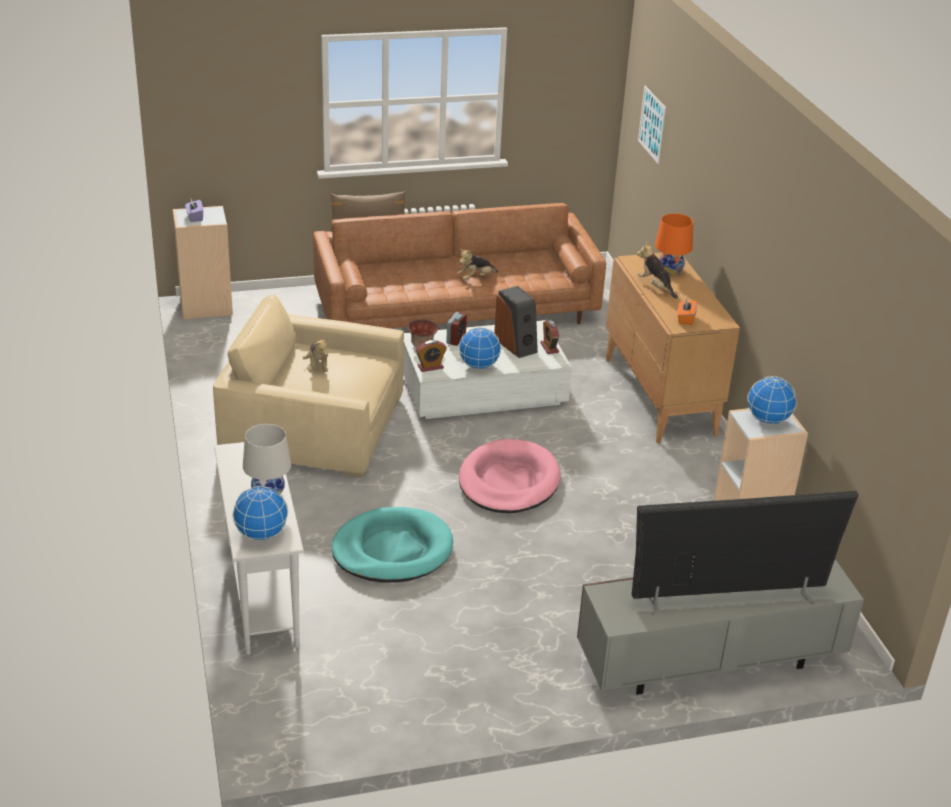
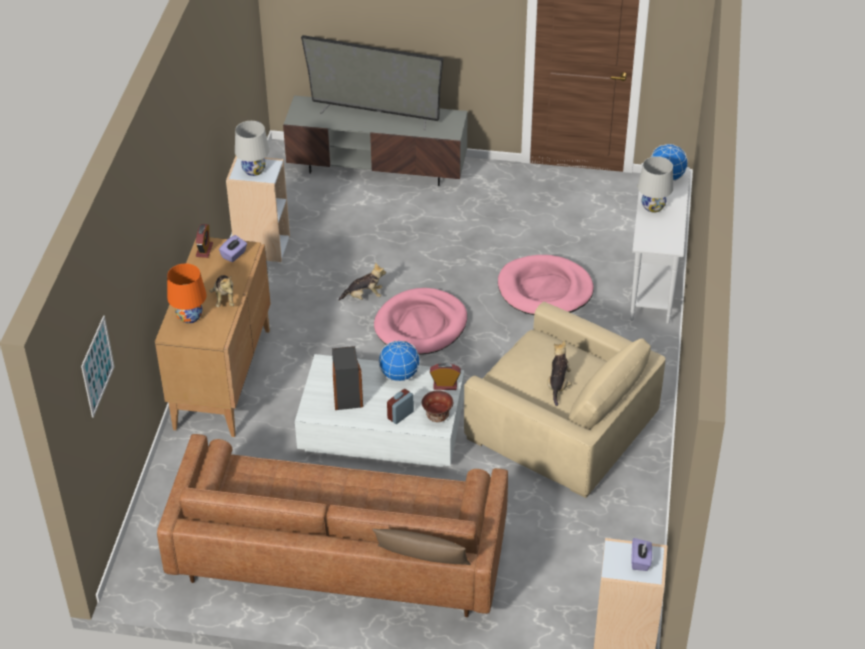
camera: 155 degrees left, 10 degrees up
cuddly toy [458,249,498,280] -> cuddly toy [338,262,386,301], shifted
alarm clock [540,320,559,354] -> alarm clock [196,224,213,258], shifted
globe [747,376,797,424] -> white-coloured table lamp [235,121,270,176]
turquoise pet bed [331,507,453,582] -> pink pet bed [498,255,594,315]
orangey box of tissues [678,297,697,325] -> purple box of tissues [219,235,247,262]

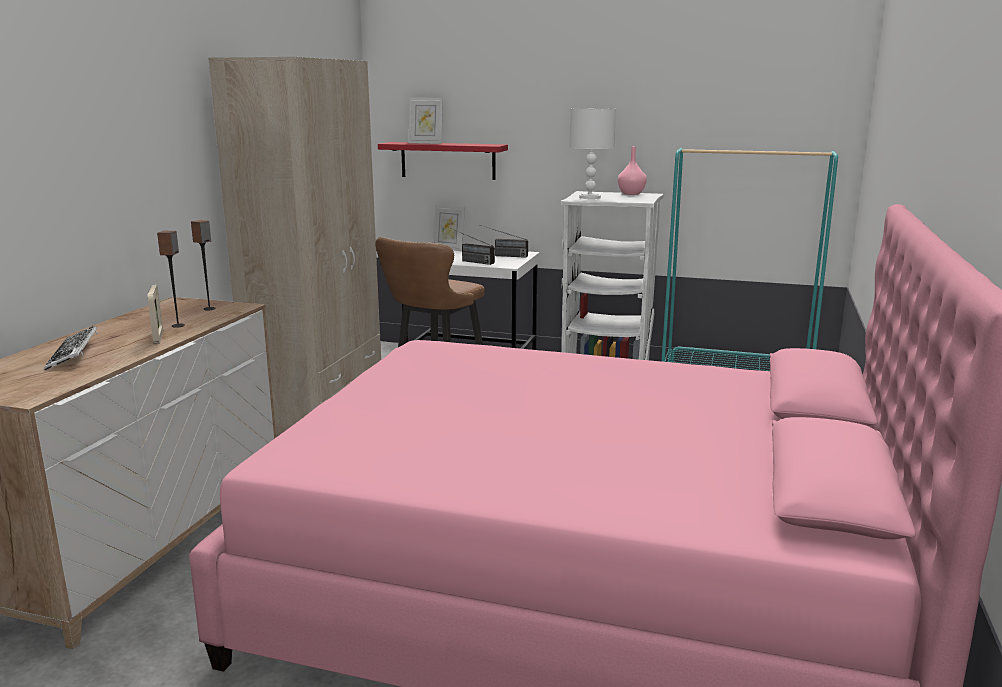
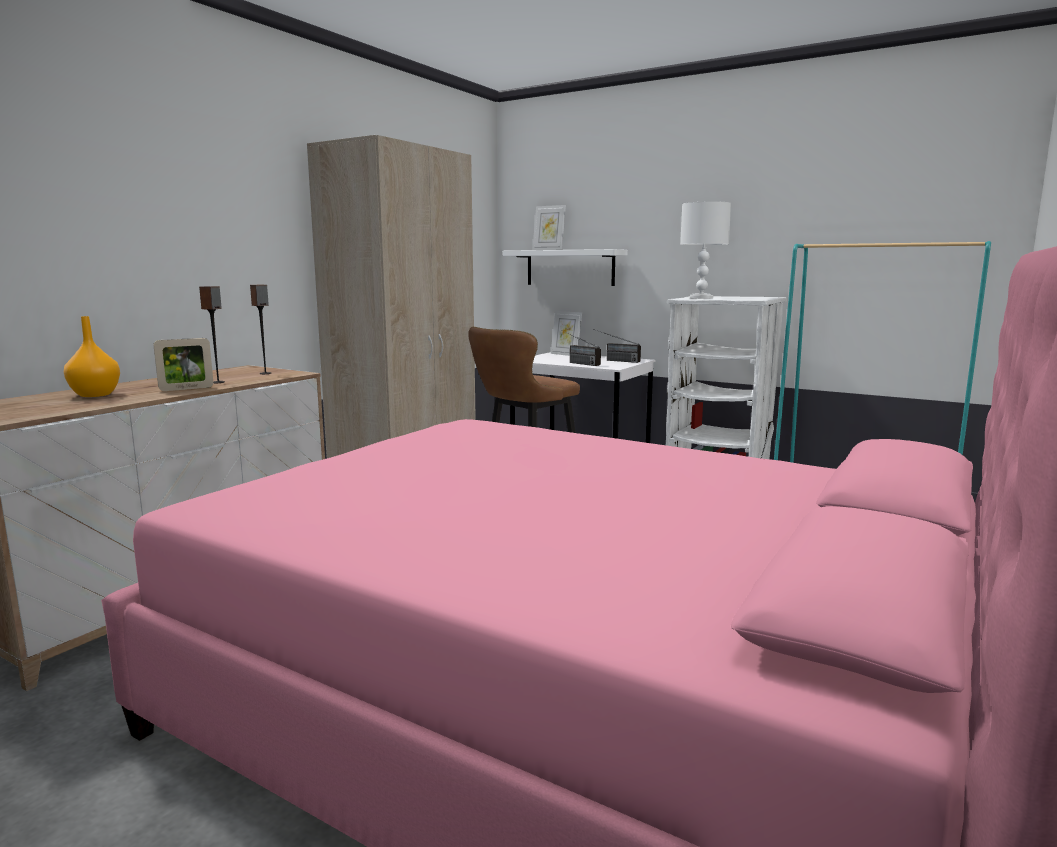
camera: 15 degrees right, 5 degrees down
pink vase [618,146,647,195] -> none
PC keyboard [44,326,97,370] -> orangey vase [64,316,120,397]
reddish shelf [378,142,508,180] -> white-coloured shelf [503,249,628,286]
standing frame [147,285,163,344] -> standing frame [154,338,213,391], 60 degrees clockwise

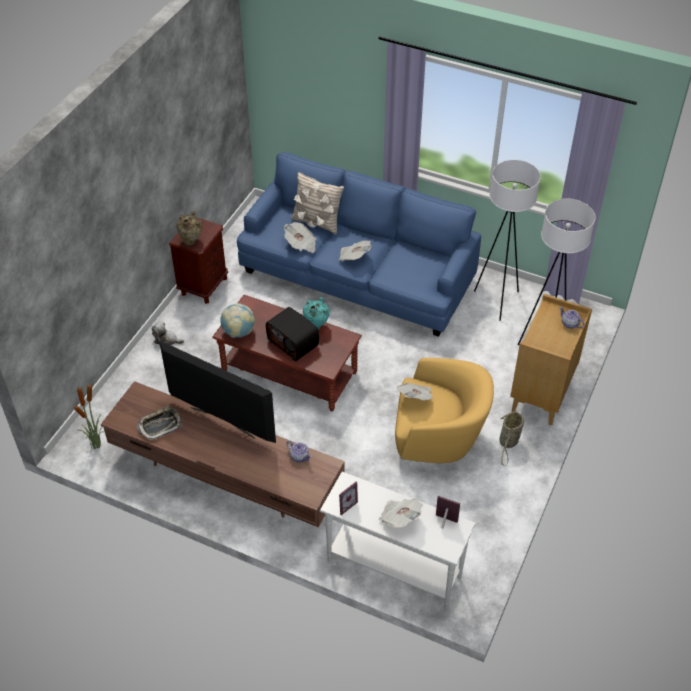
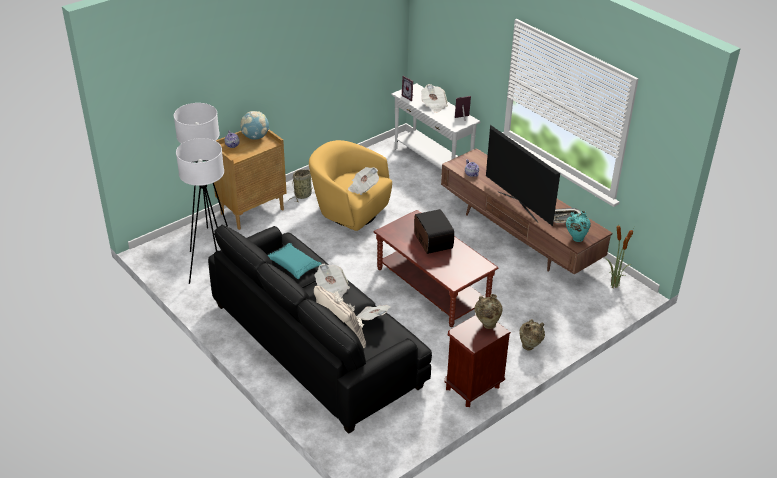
camera: 155 degrees left, 10 degrees down
none -> turquoise throw pillow [268,243,321,279]
globe [220,303,255,338] -> globe [240,111,269,140], shifted
turquoise vase [303,297,330,330] -> turquoise vase [566,211,591,242], shifted
cuddly toy [152,321,184,345] -> sand-coloured vase [520,319,545,350]
blue-coloured settee [237,152,481,337] -> blackish settee [208,225,432,434]

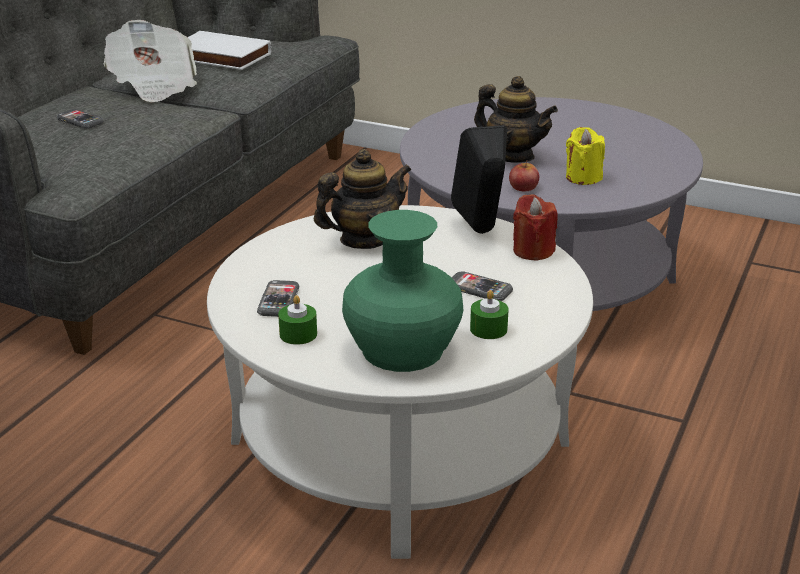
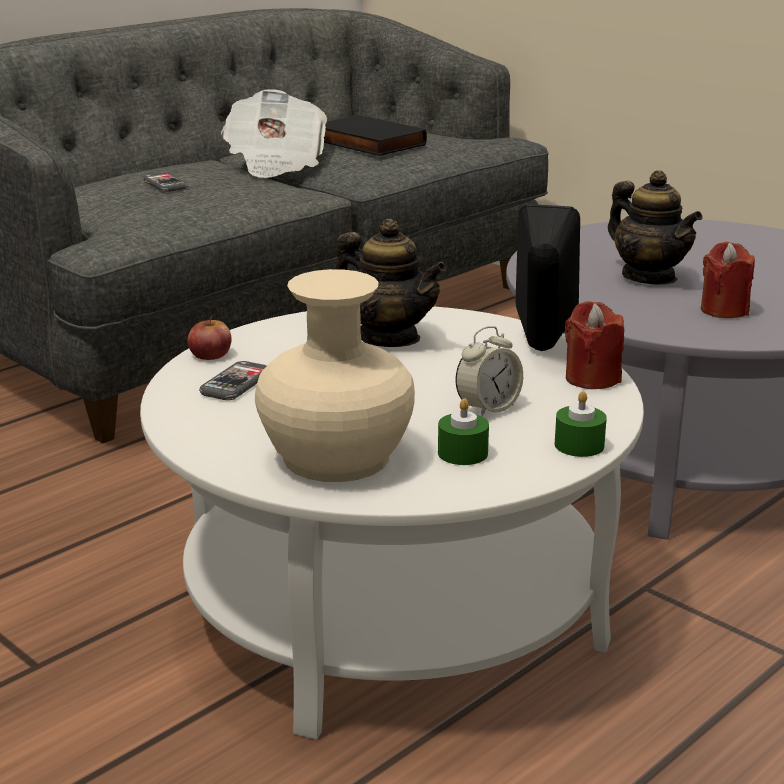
camera: 20 degrees right, 5 degrees down
green candle [278,295,317,345] -> green candle [555,391,607,457], shifted
whole apple [509,161,539,191] -> whole apple [188,316,231,360], shifted
phone [452,271,513,301] -> alarm clock [455,326,523,416]
white-coloured volume [187,31,271,70] -> blackish volume [324,114,427,156]
green vase [342,210,464,372] -> sand-coloured vase [255,269,415,482]
yellow candle [566,127,605,185] -> reddish candle [701,242,755,318]
tea pot [314,149,412,249] -> tea pot [336,219,446,347], 45 degrees clockwise

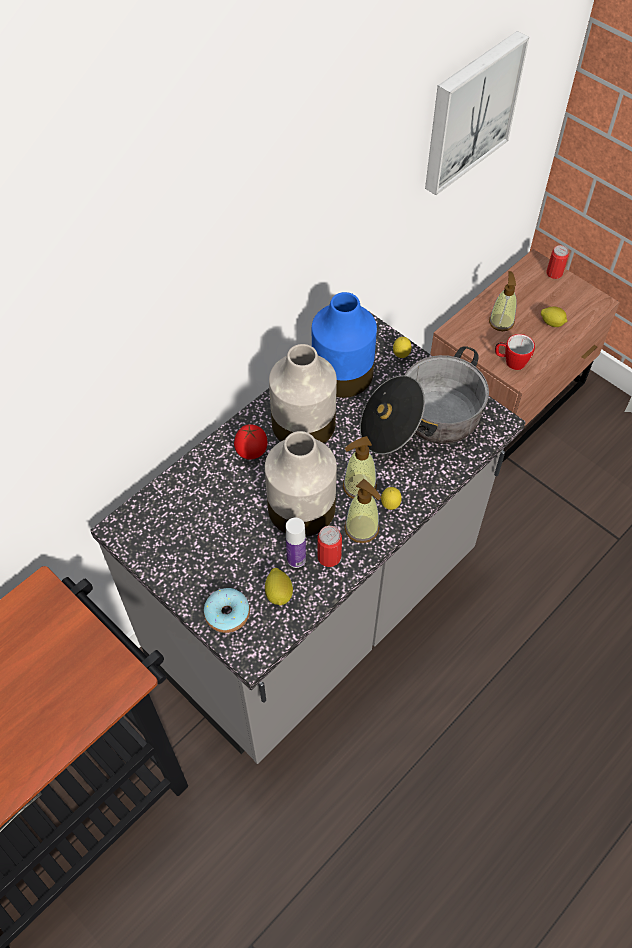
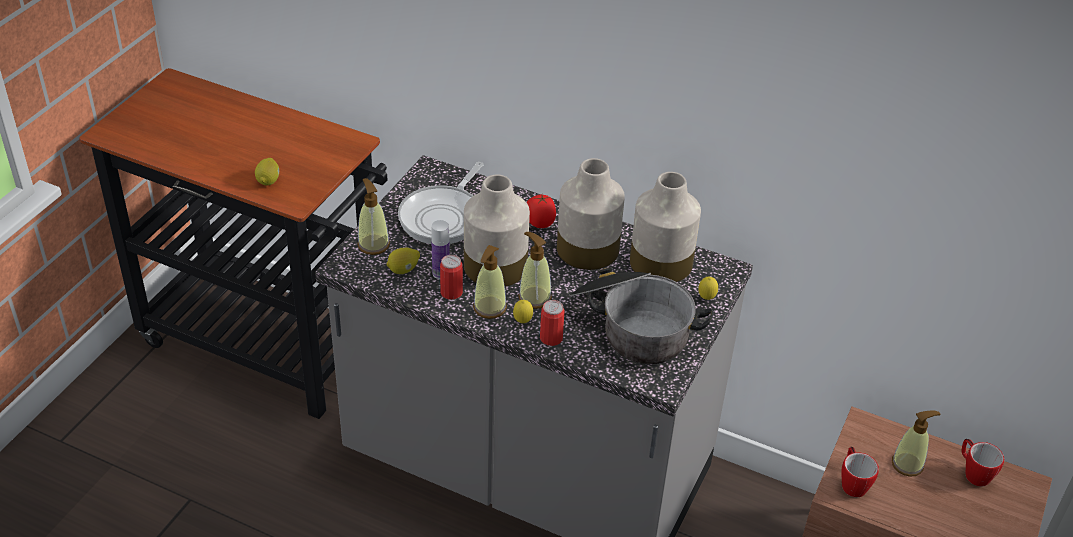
camera: 70 degrees right, 15 degrees down
wall art [425,31,529,195] -> none
none -> pan [398,162,484,244]
none -> tea mug [962,439,1004,487]
lemon [541,307,567,327] -> lemon [255,158,279,186], shifted
can [546,245,569,279] -> can [540,300,565,346], shifted
doughnut [204,588,250,633] -> soap bottle [357,178,390,255]
blue-coloured vase [312,292,377,398] -> sand-coloured vase [630,172,701,282]

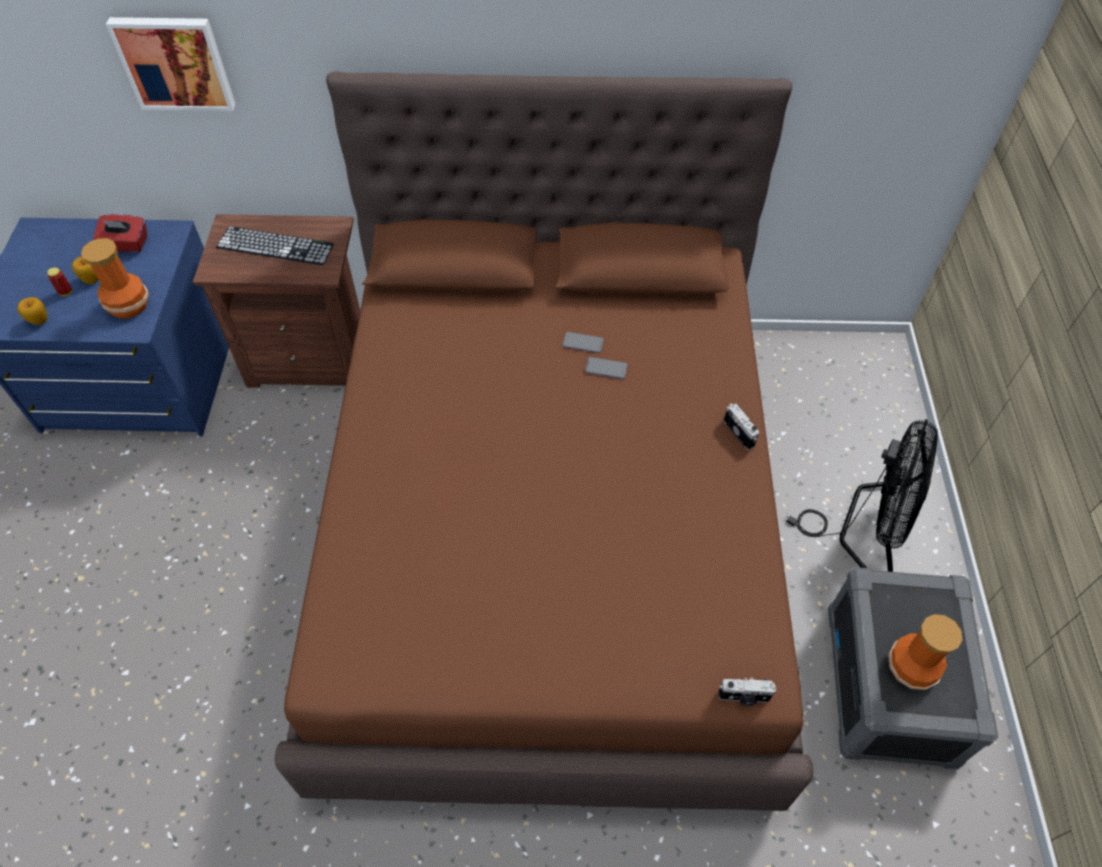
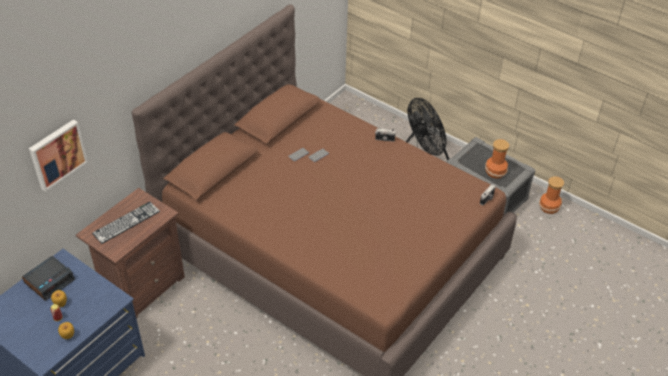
camera: 55 degrees left, 10 degrees down
vase [81,238,149,318] -> vase [539,177,564,214], shifted
reddish box of tissues [93,214,147,252] -> alarm clock [22,256,75,301]

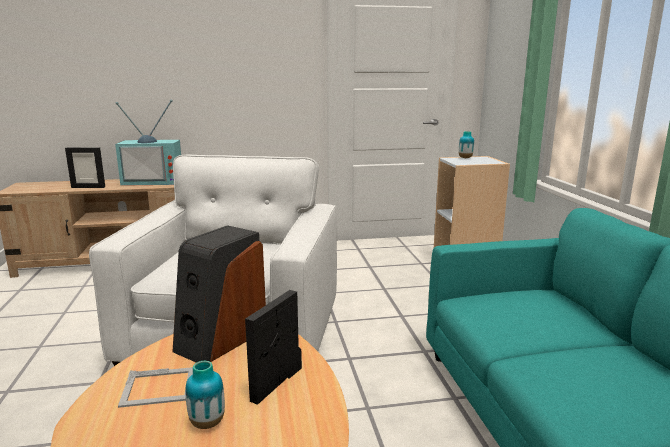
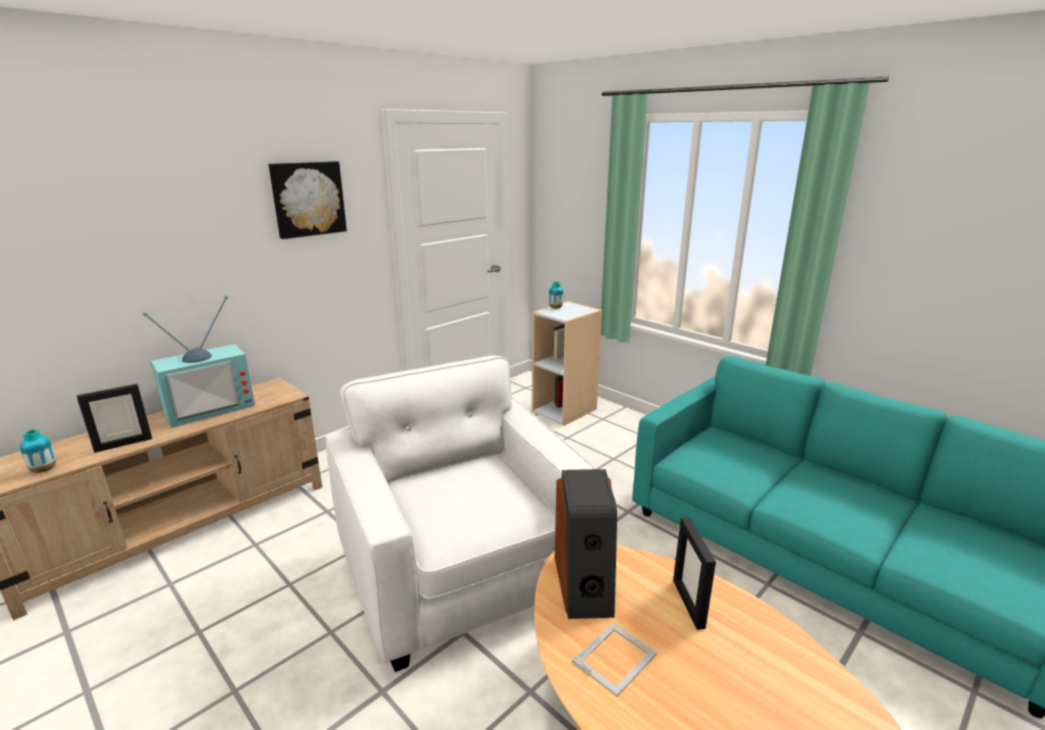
camera: 35 degrees left, 5 degrees up
none -> wall art [269,161,347,239]
vase [186,361,225,429] -> vase [20,429,56,473], shifted

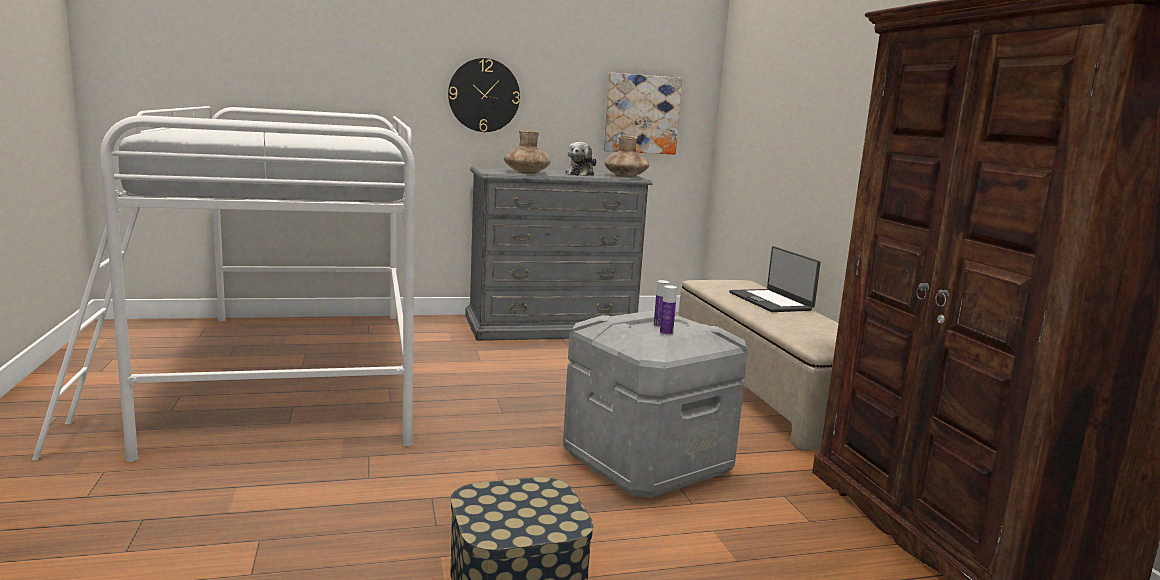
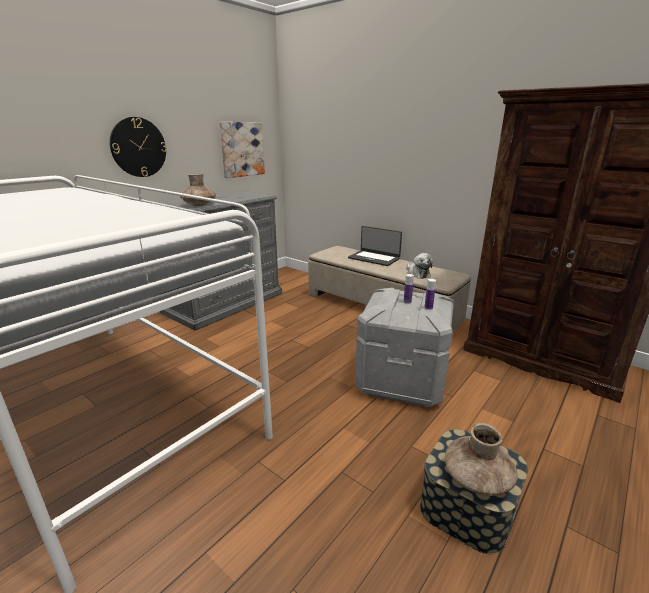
camera: 35 degrees left, 10 degrees up
cuddly toy [565,142,597,176] -> cuddly toy [407,253,433,279], shifted
brown-coloured vase [604,136,649,177] -> brown-coloured vase [445,423,518,496], shifted

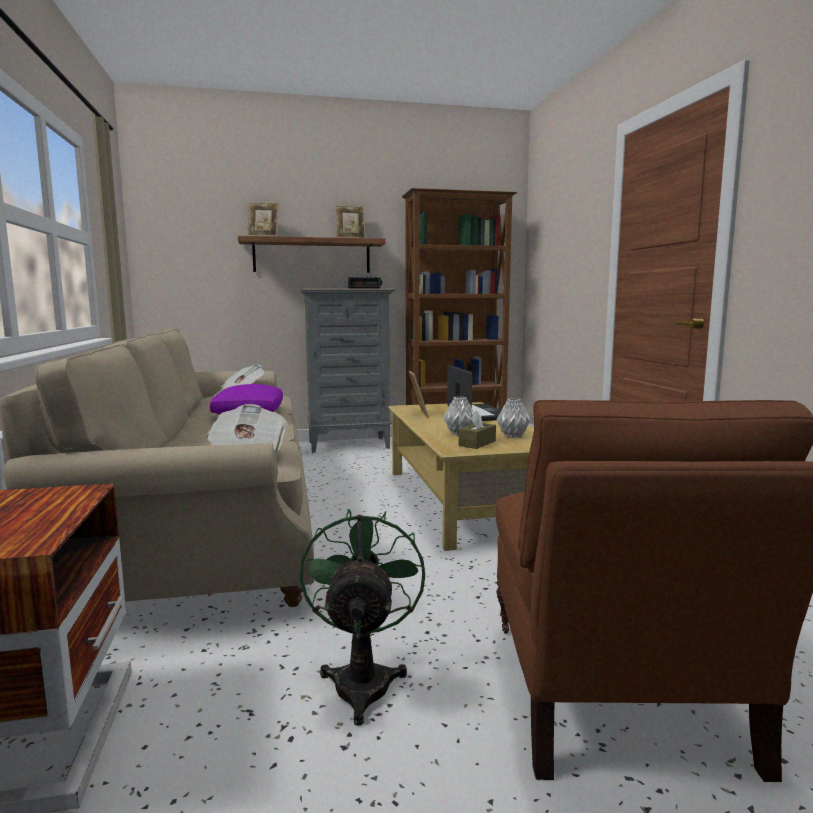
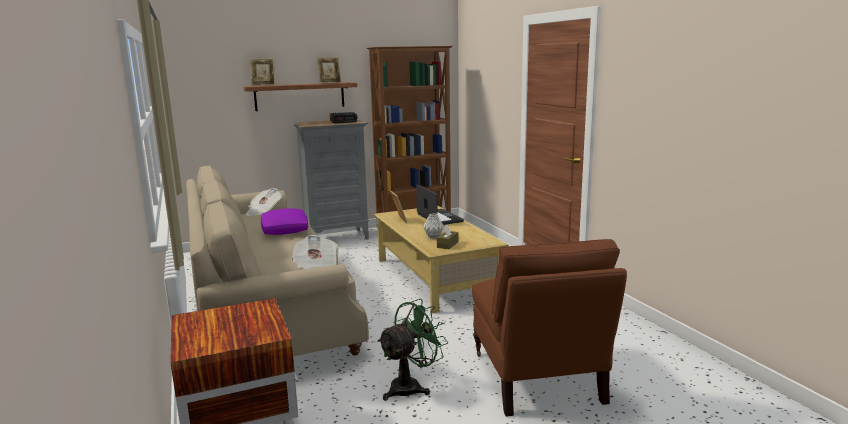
camera: 10 degrees left, 5 degrees up
gray vase [497,398,530,438] -> none
green cooling fan [300,509,425,726] -> green cooling fan [378,299,448,401], 60 degrees clockwise

